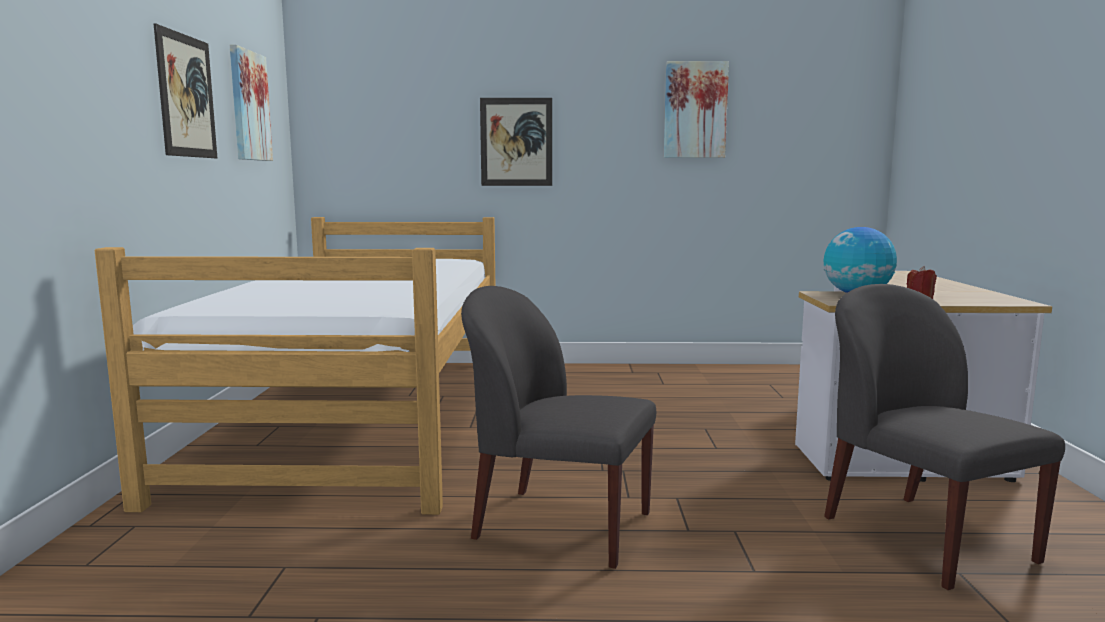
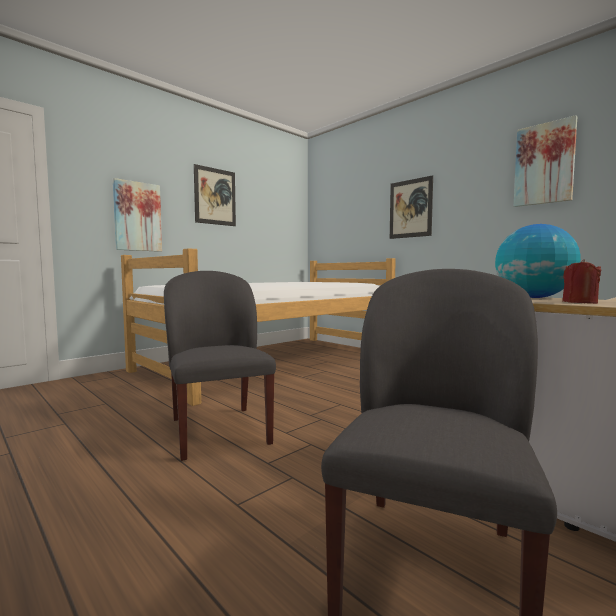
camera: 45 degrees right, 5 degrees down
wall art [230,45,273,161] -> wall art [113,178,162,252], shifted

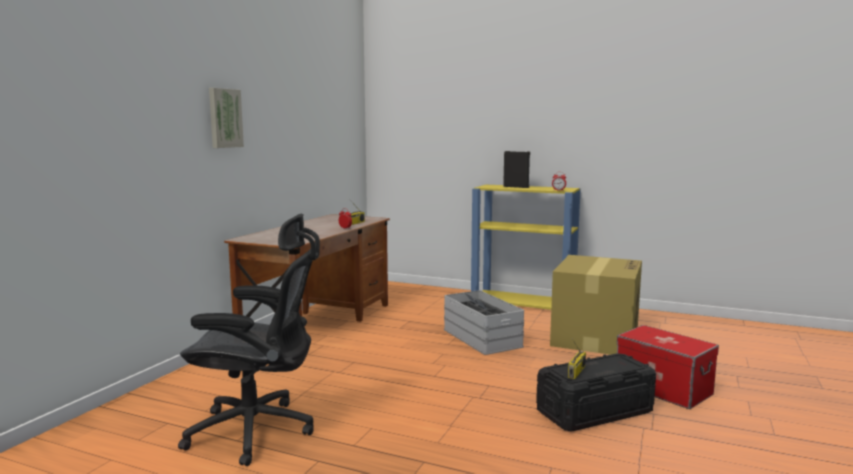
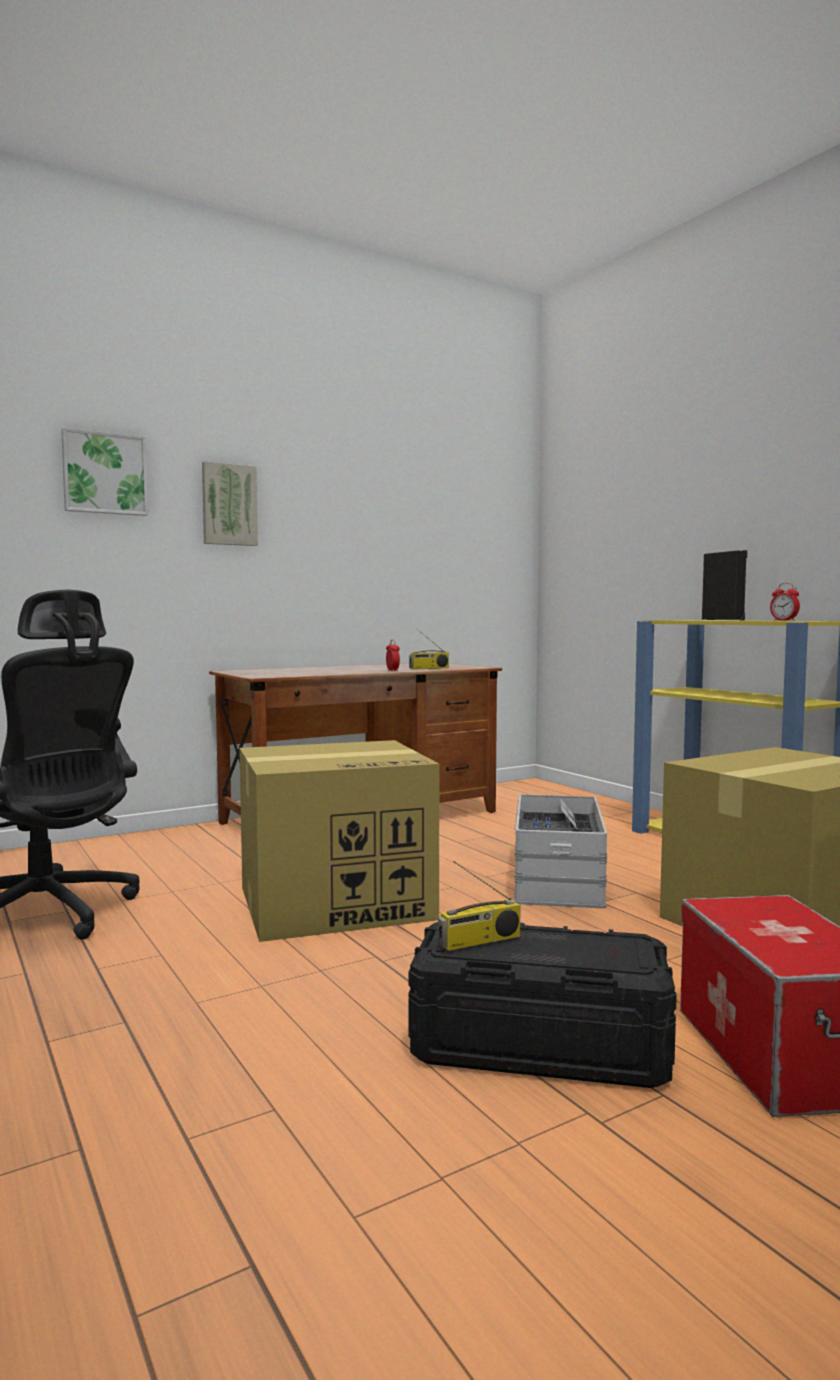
camera: 35 degrees right, 5 degrees down
none -> wall art [61,428,148,516]
none -> carton [239,740,439,942]

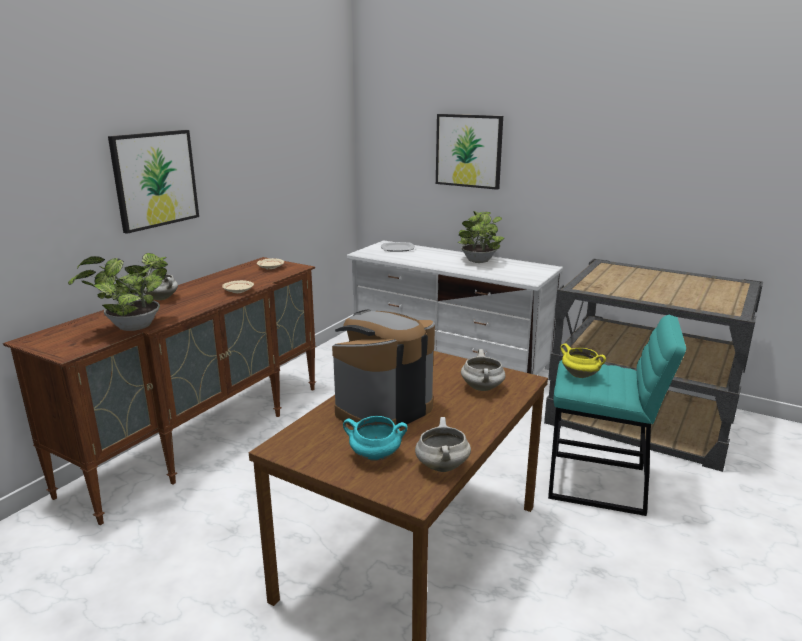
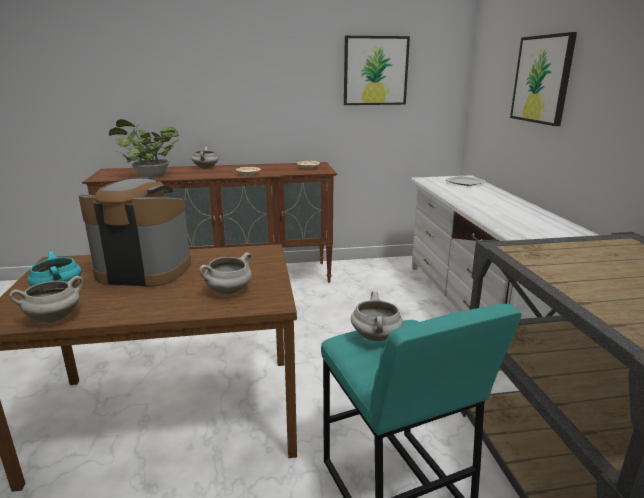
camera: 50 degrees right, 0 degrees up
plant in a pot [457,211,504,263] -> none
wall art [108,130,199,234] -> wall art [344,36,410,105], shifted
yellow stockpot [560,343,606,378] -> white-coloured stockpot [351,291,403,341]

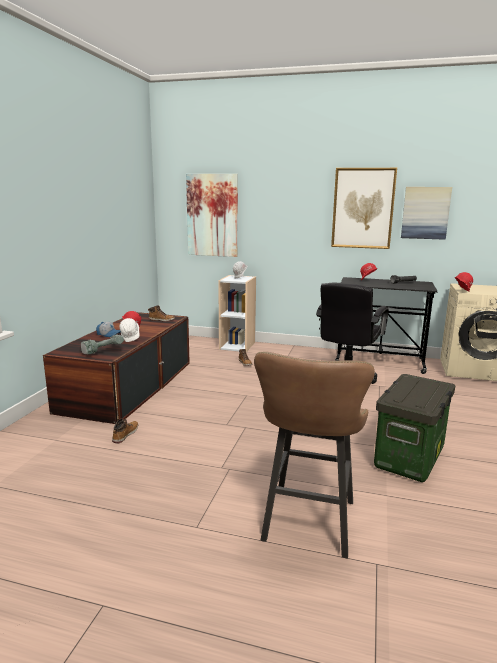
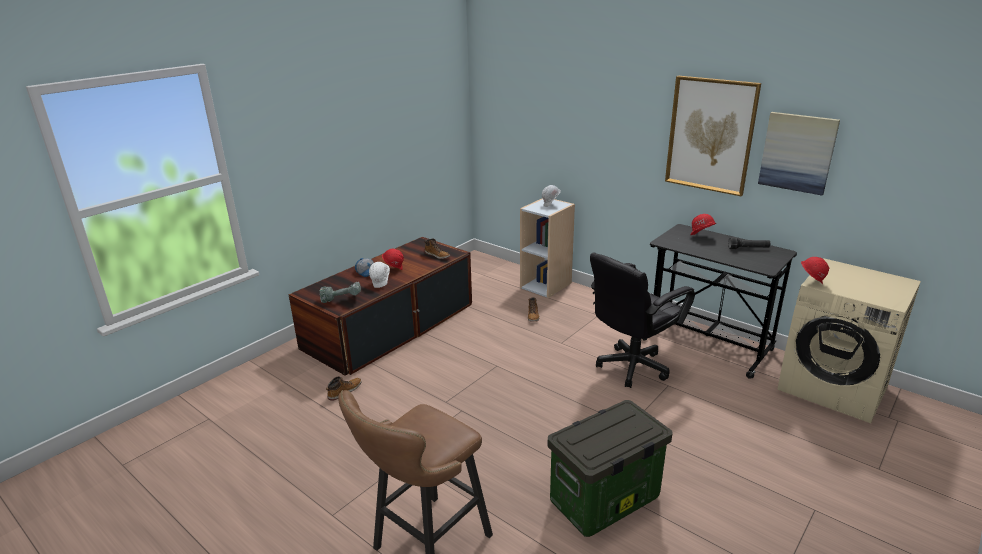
camera: 25 degrees right, 10 degrees up
wall art [186,174,238,257] -> none

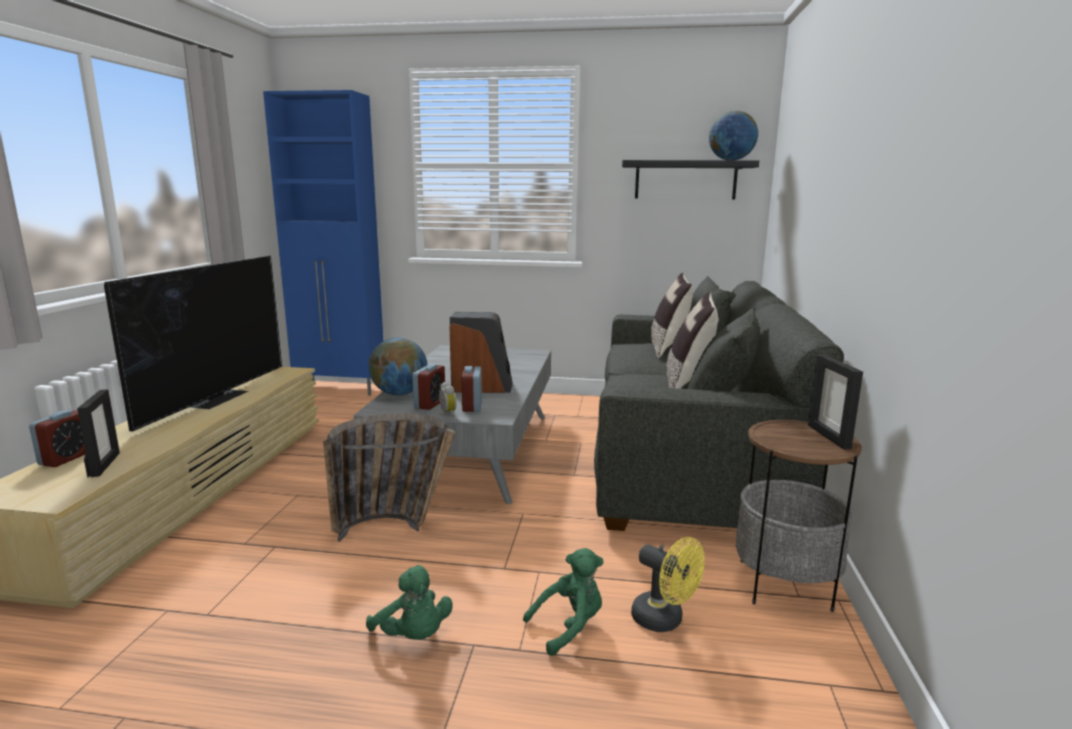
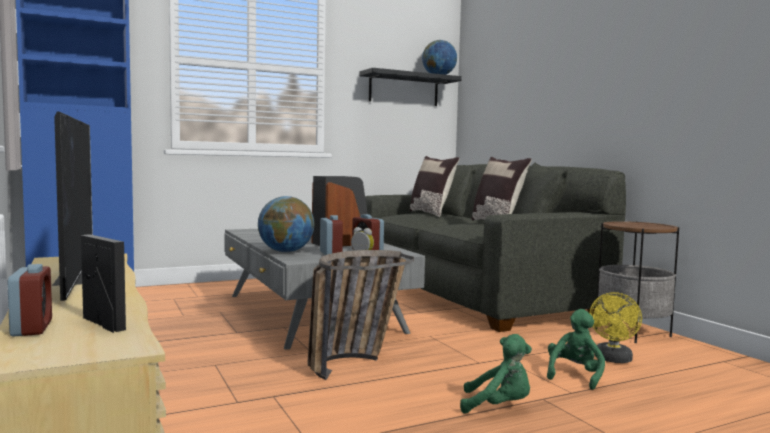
camera: 35 degrees left, 10 degrees down
standing frame [808,354,863,449] -> none
yellow cooling fan [631,537,705,632] -> yellow cooling fan [589,292,642,363], 105 degrees clockwise

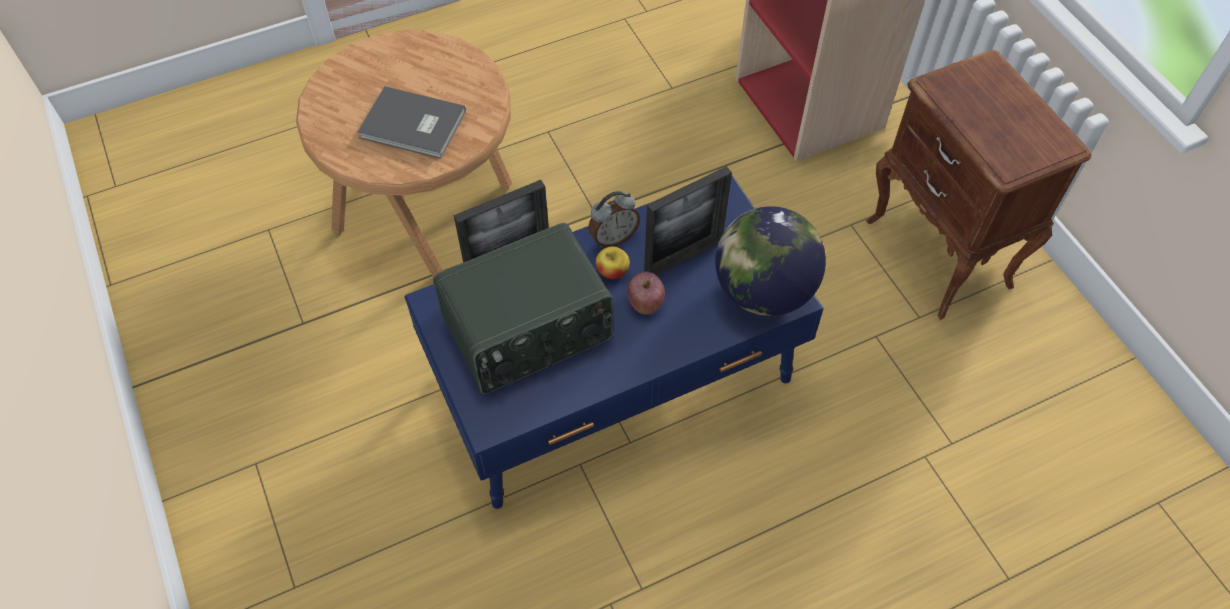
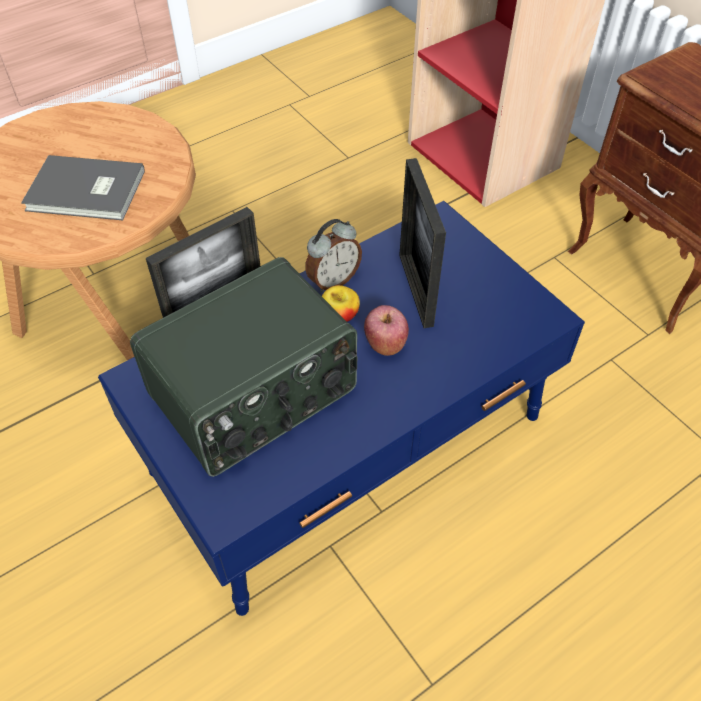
camera: 10 degrees left, 5 degrees down
globe [715,206,826,316] -> none
standing frame [644,166,732,275] -> standing frame [399,158,446,328], 120 degrees clockwise

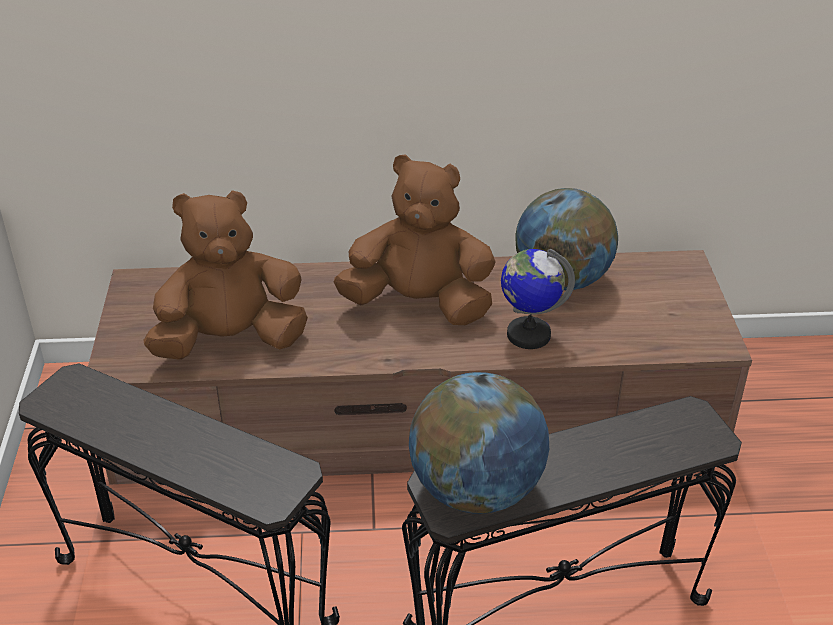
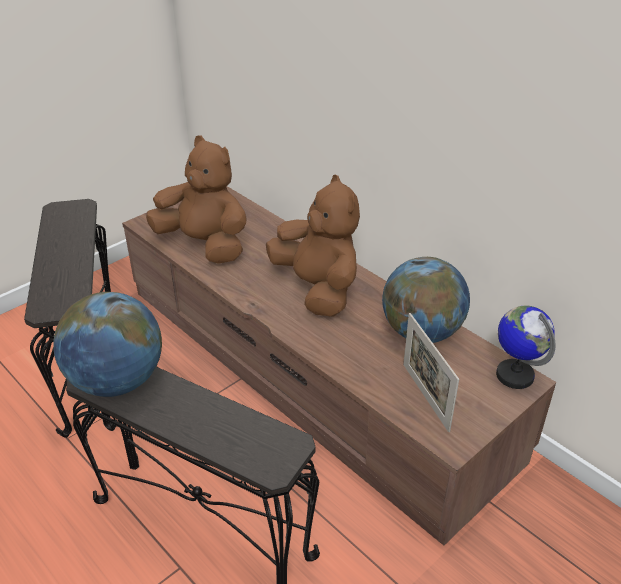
camera: 50 degrees right, 0 degrees up
none -> standing frame [403,313,459,432]
globe [501,249,575,349] -> globe [496,306,555,389], shifted

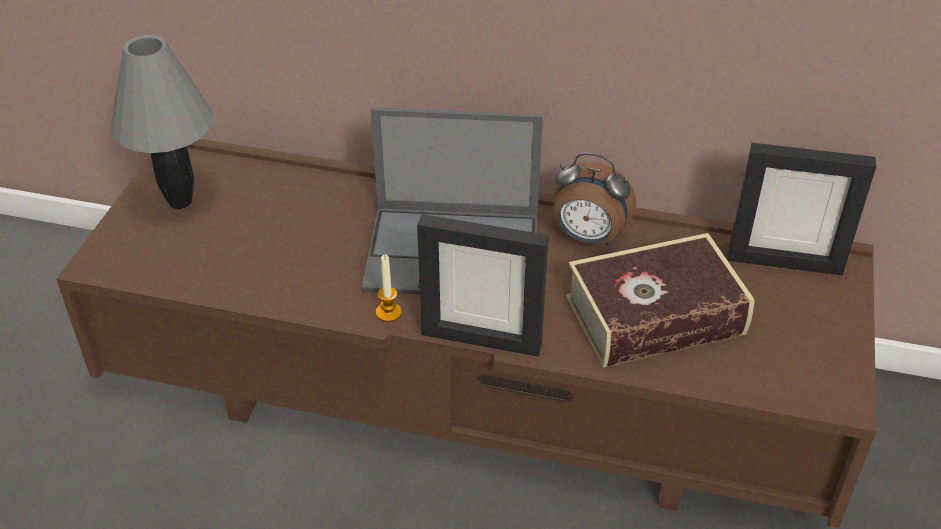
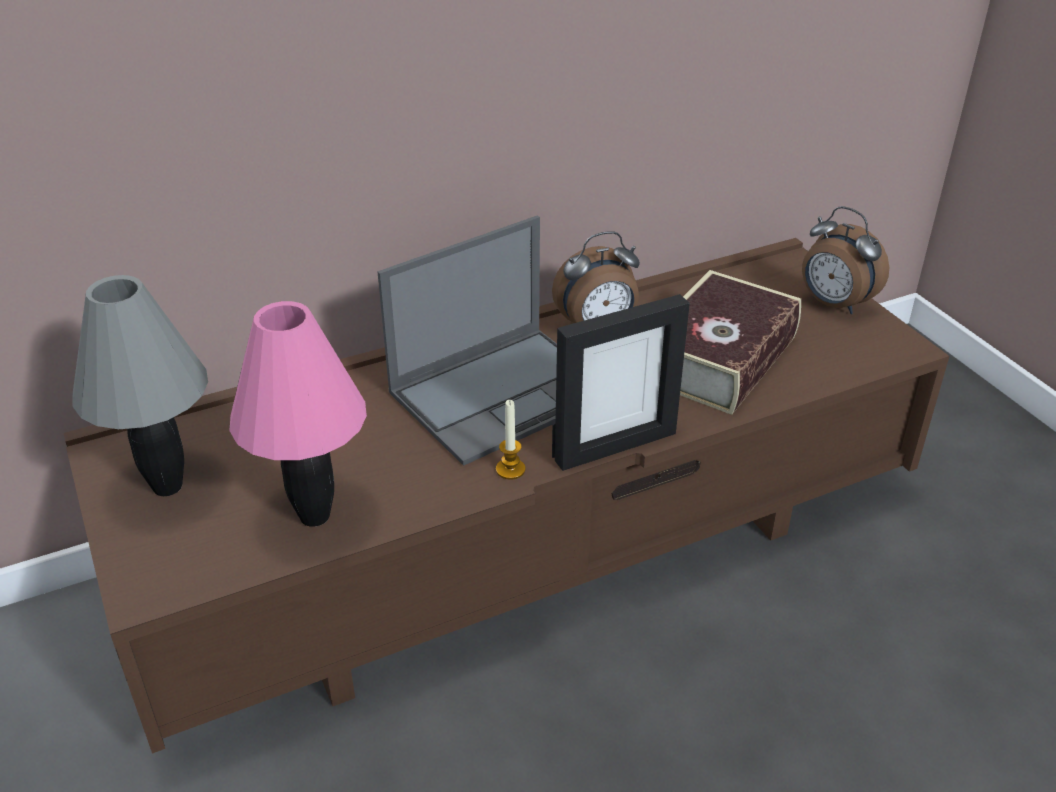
camera: 40 degrees left, 5 degrees down
standing frame [728,143,876,275] -> none
none -> pink table lamp [230,301,367,527]
none -> alarm clock [802,206,889,314]

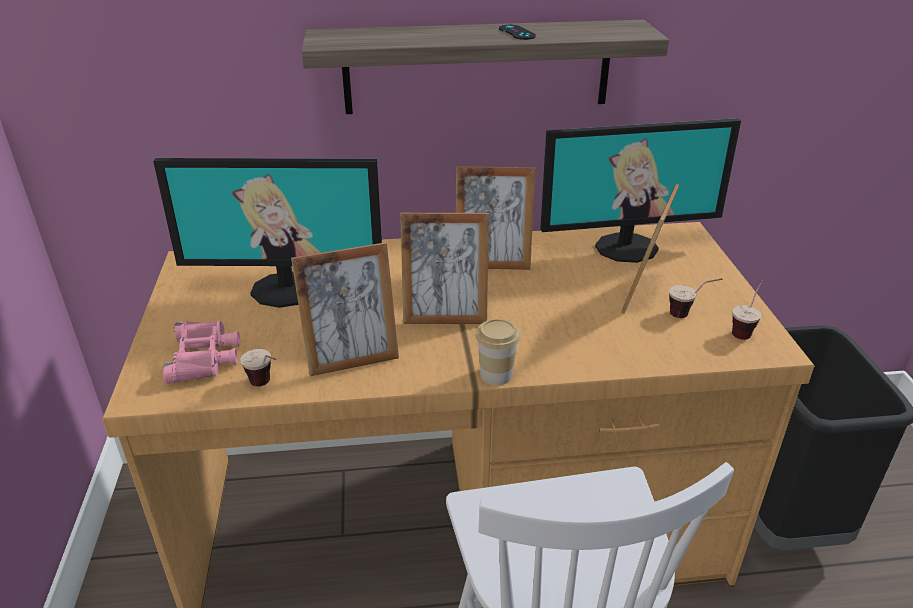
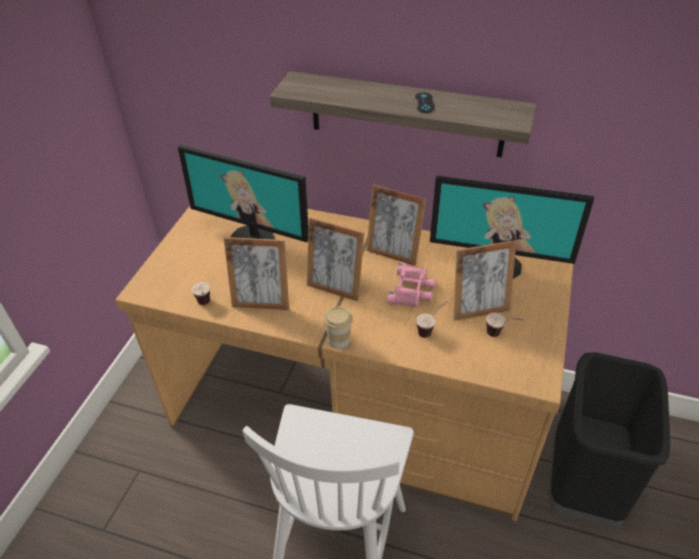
camera: 25 degrees right, 10 degrees up
pink pair of binoculars [163,321,240,384] -> pink pair of binoculars [387,262,436,307], shifted
cup [732,280,763,340] -> cup [416,301,448,338], shifted
standing frame [622,184,679,314] -> standing frame [454,240,516,321], 150 degrees counterclockwise

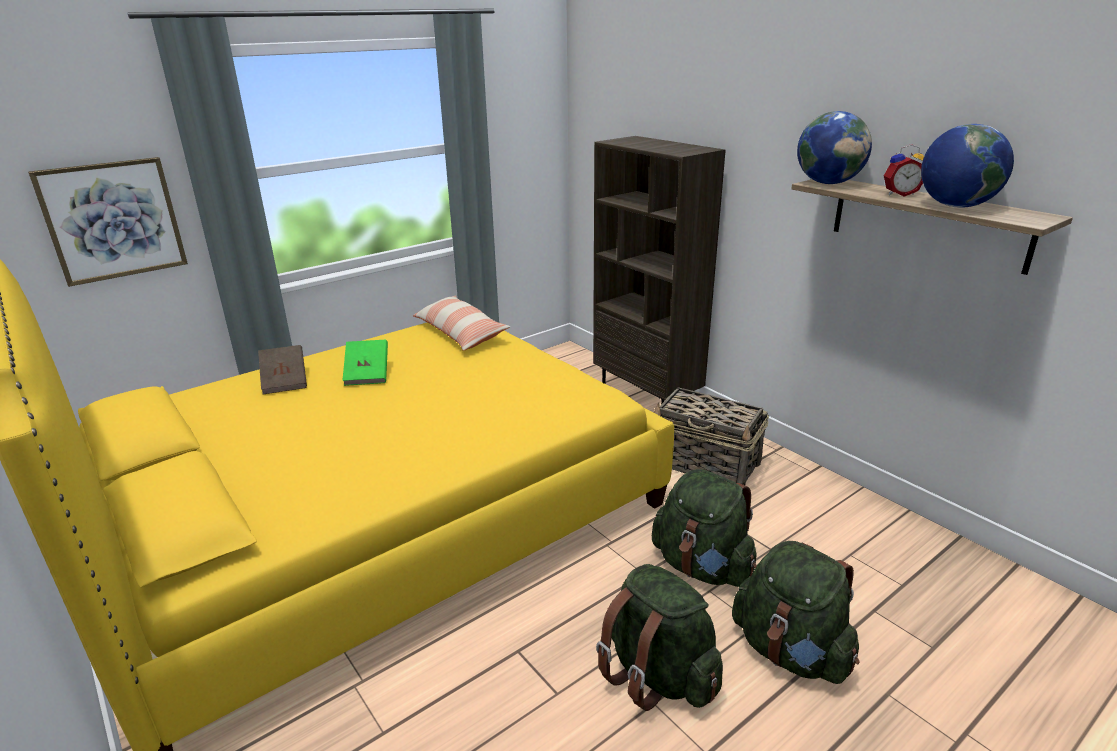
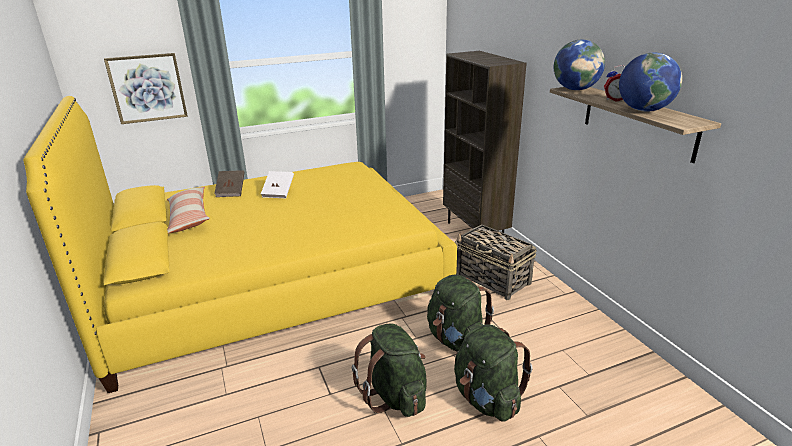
camera: 15 degrees right, 0 degrees up
throw pillow [413,296,510,351] -> throw pillow [167,187,210,233], shifted
green volume [342,340,388,386] -> white-coloured volume [261,171,294,198]

